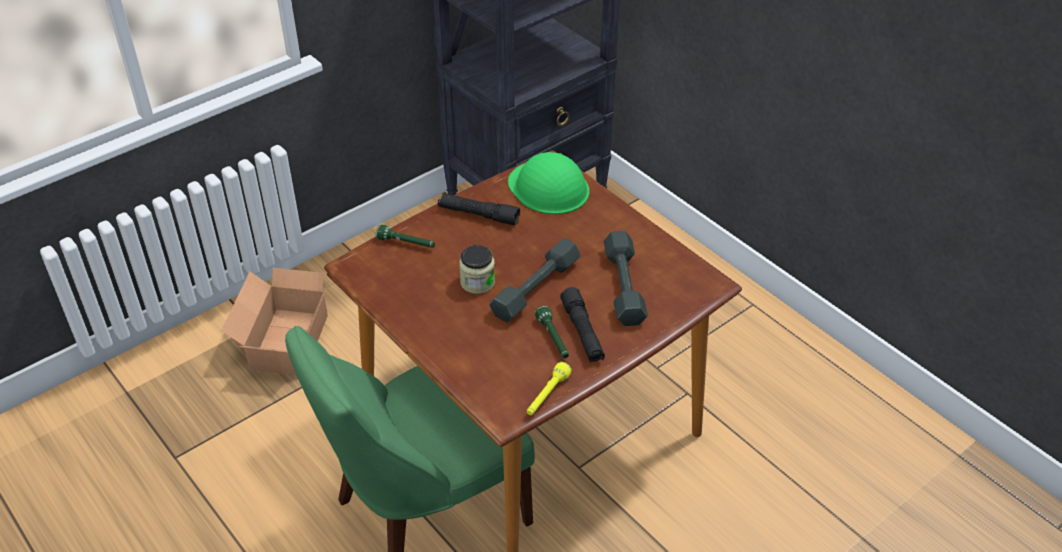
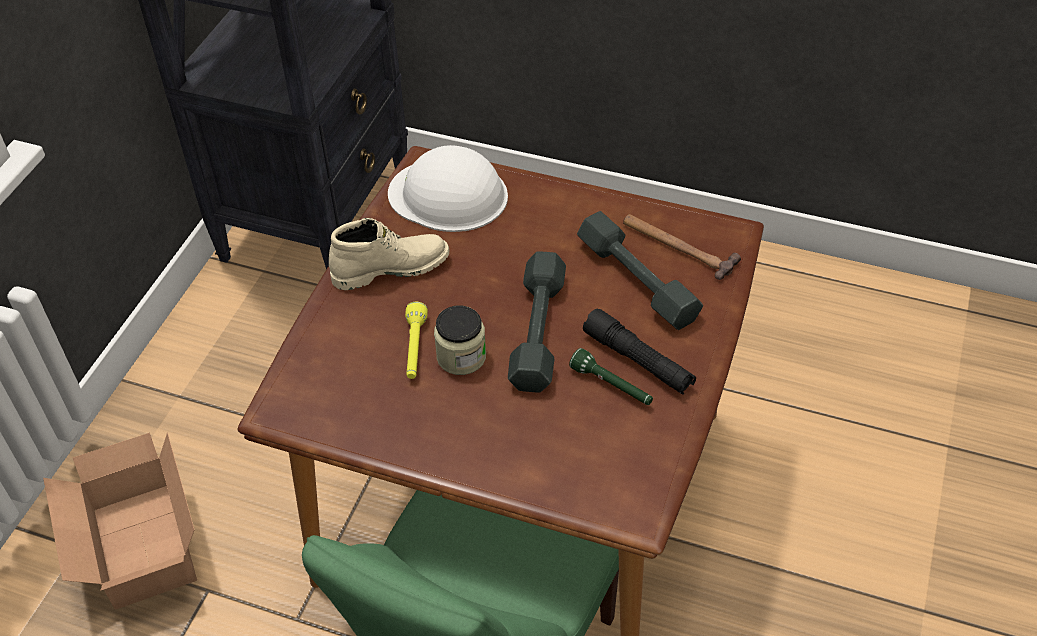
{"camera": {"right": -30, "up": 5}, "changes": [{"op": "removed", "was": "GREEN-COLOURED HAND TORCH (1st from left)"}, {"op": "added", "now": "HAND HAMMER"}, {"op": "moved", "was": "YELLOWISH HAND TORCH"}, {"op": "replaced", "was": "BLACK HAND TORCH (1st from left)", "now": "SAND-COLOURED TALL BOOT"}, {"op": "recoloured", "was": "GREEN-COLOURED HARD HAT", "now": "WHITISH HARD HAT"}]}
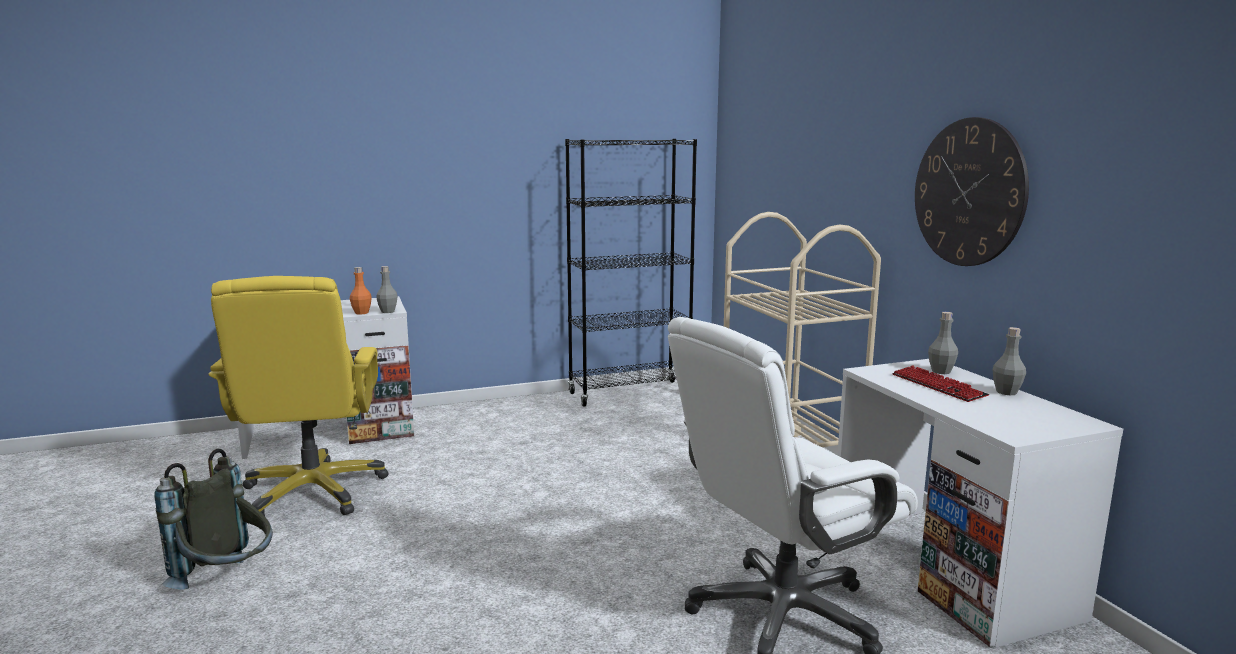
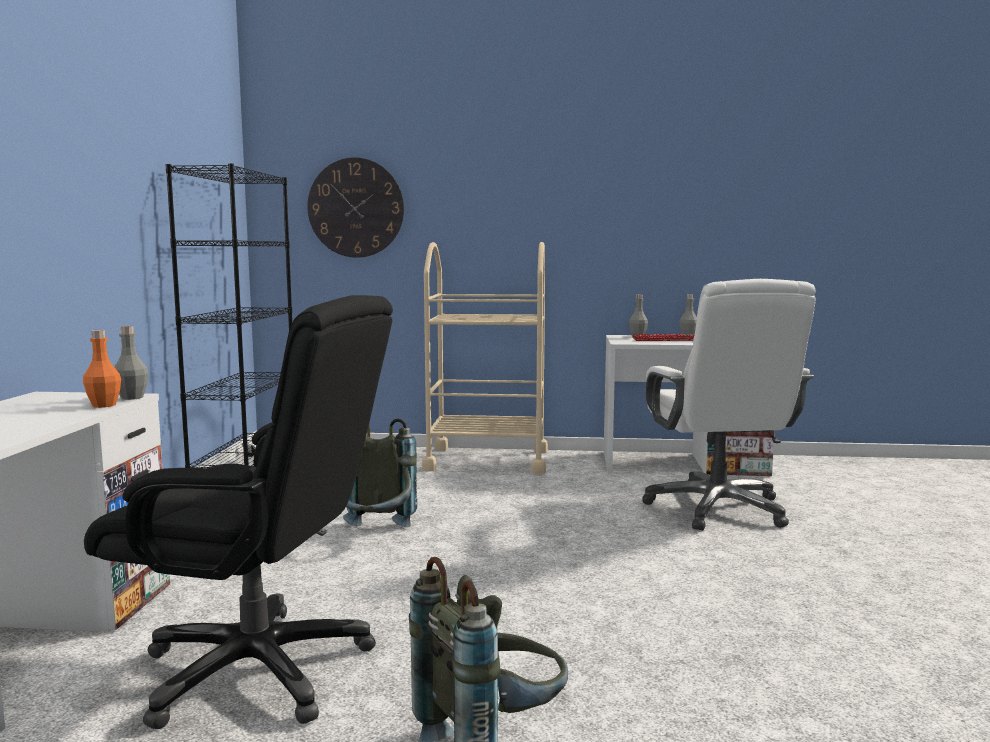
{"camera": {"right": -65, "up": -5}, "changes": [{"op": "added", "now": "GREYISH RUCKSACK (1st from left)"}, {"op": "moved", "was": "CLOCK ON THE WALL"}, {"op": "recoloured", "was": "YELLOWISH DESK CHAIR", "now": "BLACK DESK CHAIR"}]}
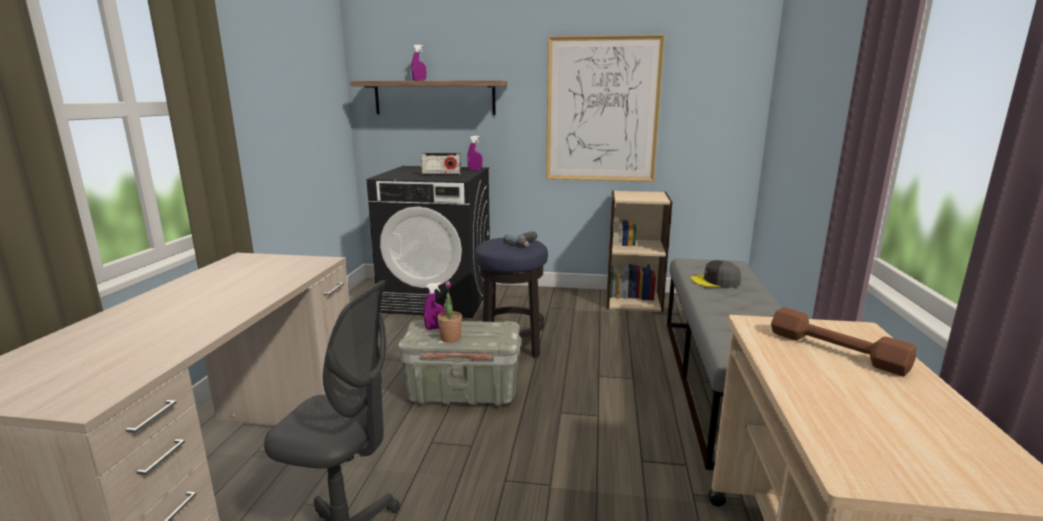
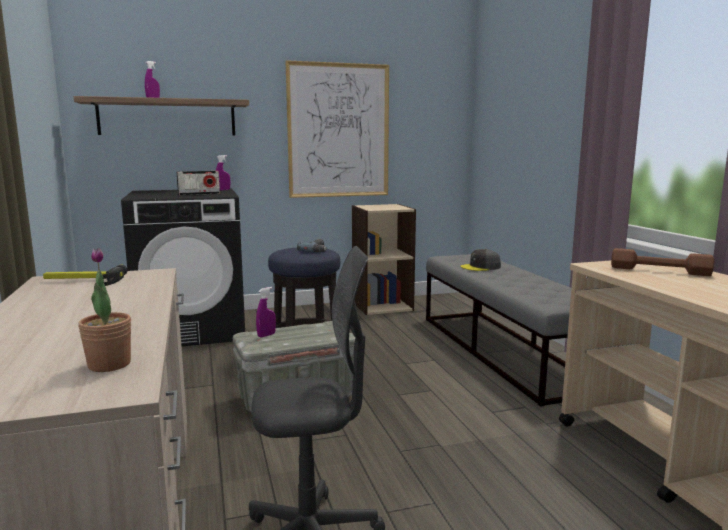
{"camera": {"right": -25, "up": -5}, "changes": [{"op": "added", "now": "HAND HAMMER"}, {"op": "moved", "was": "POTTED PLANT"}]}
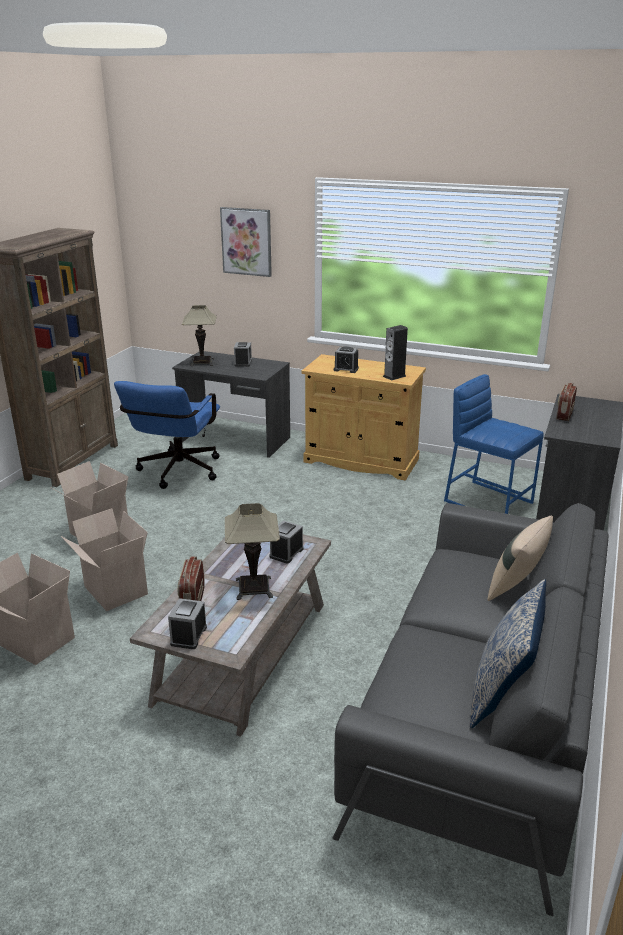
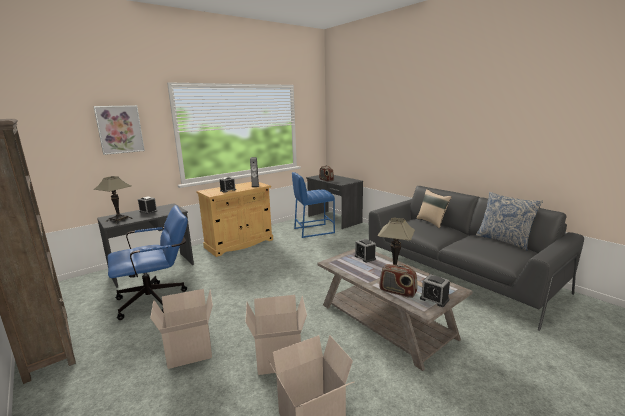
{"camera": {"right": -60, "up": -10}, "changes": [{"op": "turned", "was": "BLUISH DESK CHAIR", "clockwise": -75}]}
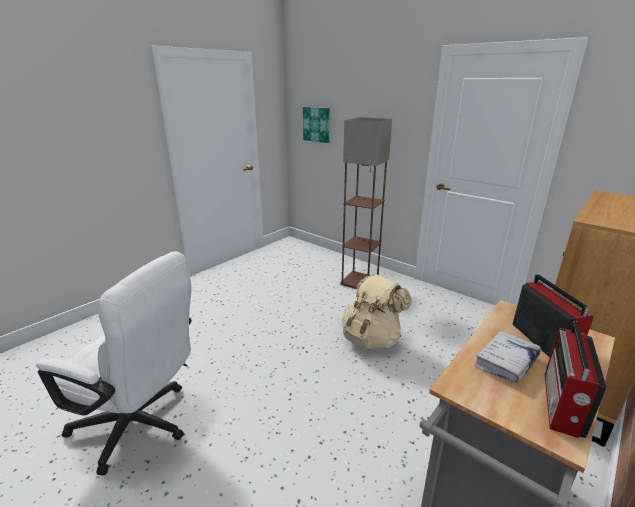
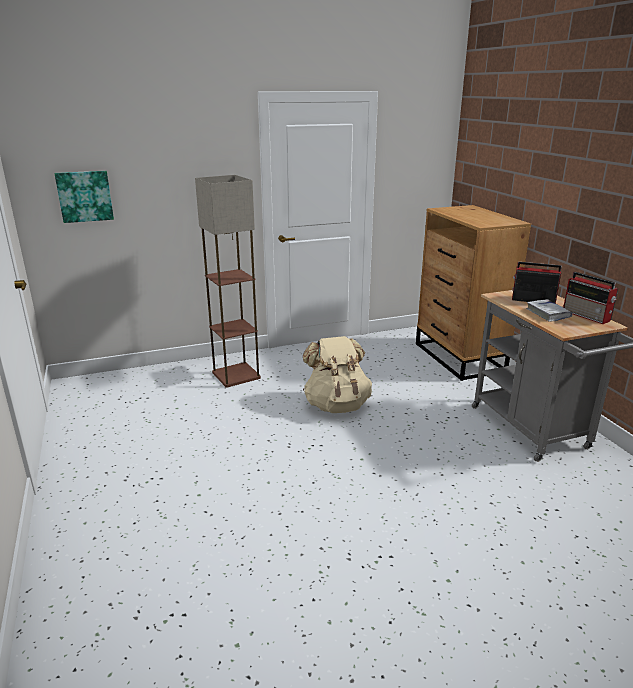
{"camera": {"right": -60, "up": 0}, "changes": [{"op": "removed", "was": "WHITISH DESK CHAIR"}]}
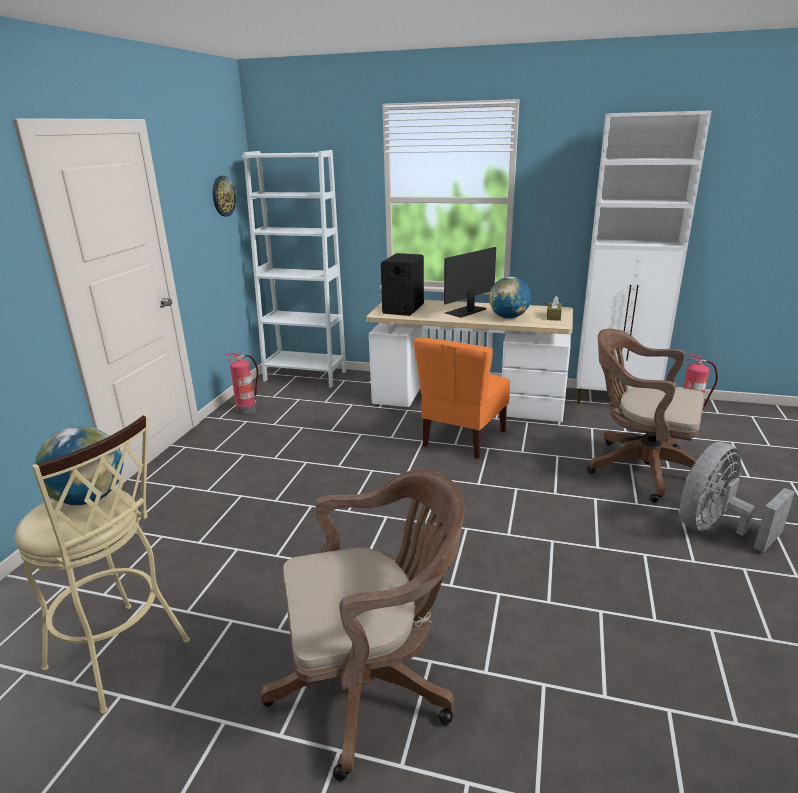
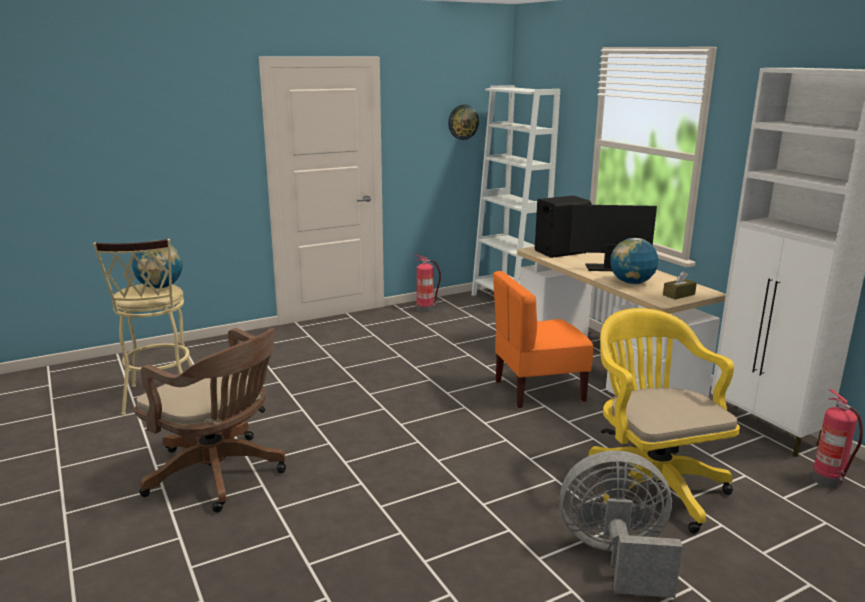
{"camera": {"right": 45, "up": -5}, "changes": [{"op": "recoloured", "was": "BROWNISH DESK CHAIR (2nd from left)", "now": "YELLOWISH DESK CHAIR"}]}
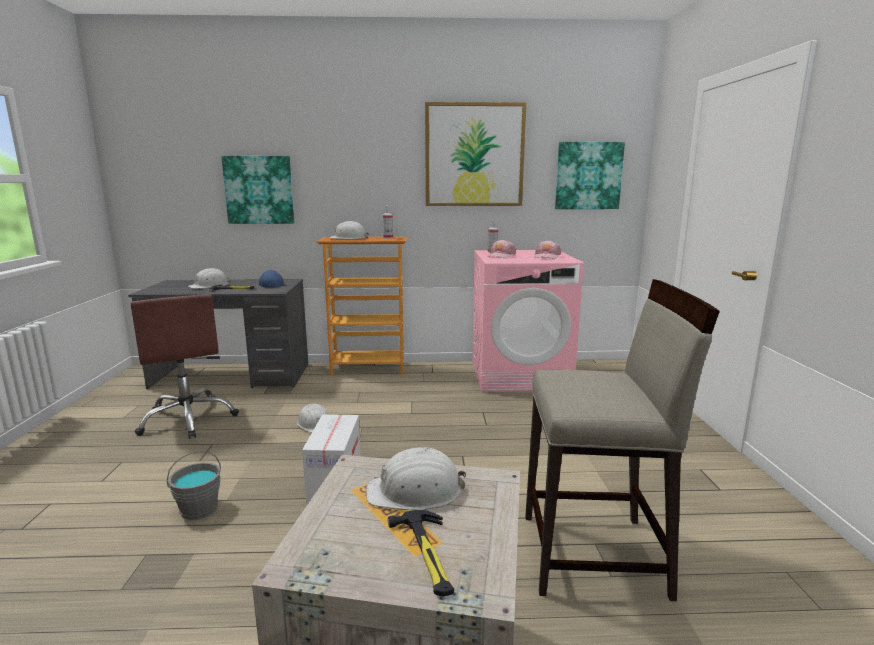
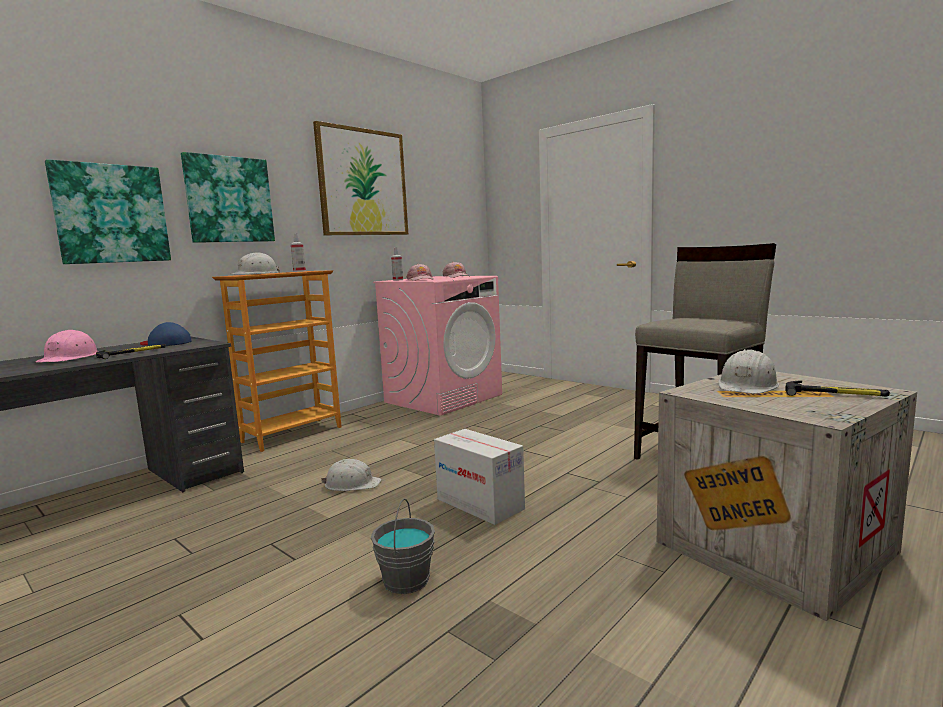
{"camera": {"right": -45, "up": -5}, "changes": [{"op": "removed", "was": "BROWNISH DESK CHAIR"}, {"op": "moved", "was": "WALL PICTURE (3rd from left in the first image)", "now": "WALL PICTURE (2nd from left)"}, {"op": "recoloured", "was": "WHITISH HARD HAT (1st from left)", "now": "PINKISH HARD HAT"}]}
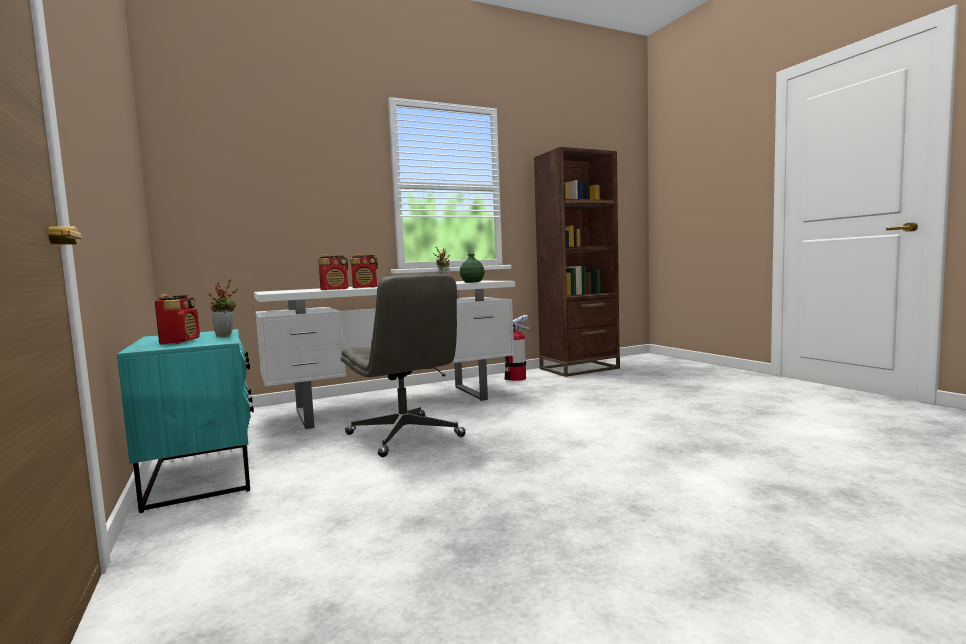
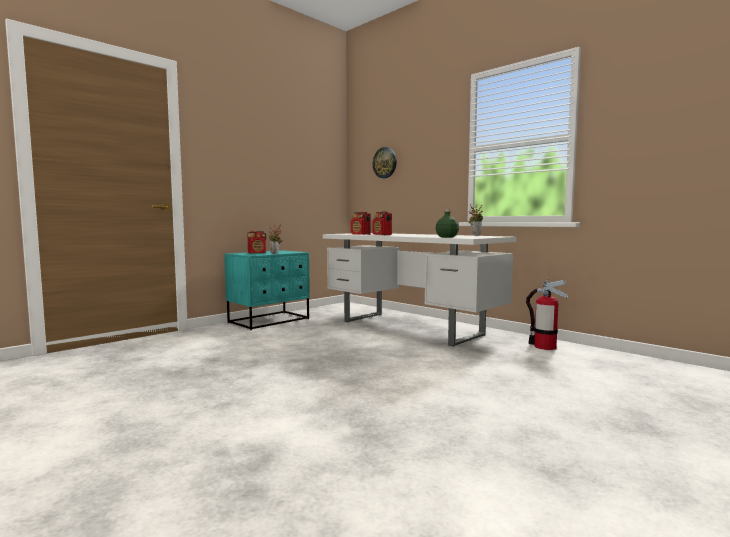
{"camera": {"right": 70, "up": 0}, "changes": [{"op": "removed", "was": "GREYISH DESK CHAIR"}, {"op": "removed", "was": "BROWNISH SHELVING UNIT"}, {"op": "added", "now": "CLOCK ON THE WALL"}]}
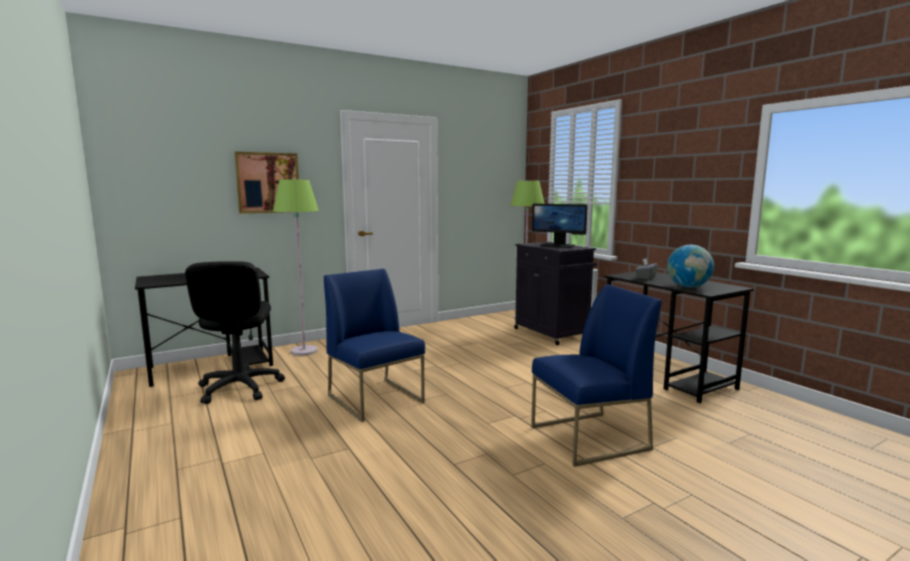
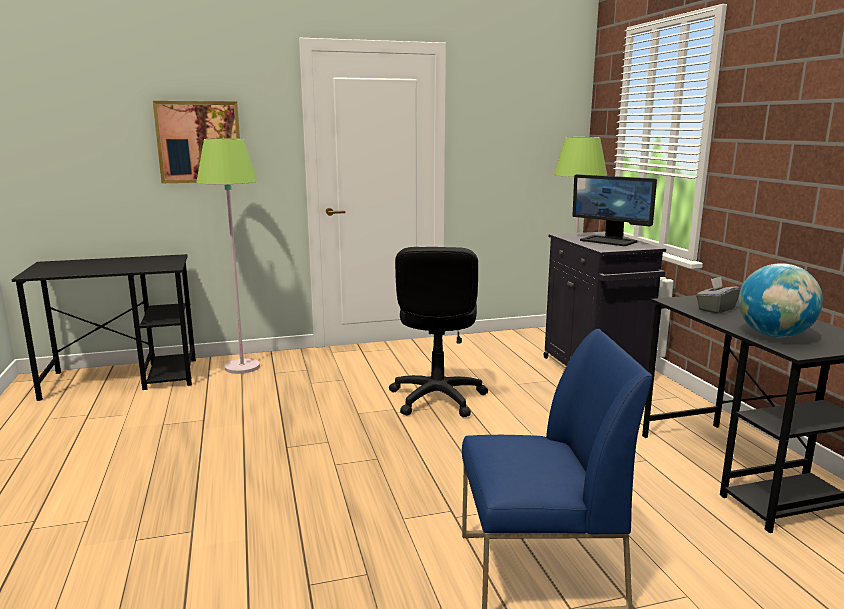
{"camera": {"right": 15, "up": 5}, "changes": [{"op": "removed", "was": "BLUISH CHAIR (1st from left)"}, {"op": "moved", "was": "BLACK DESK CHAIR"}]}
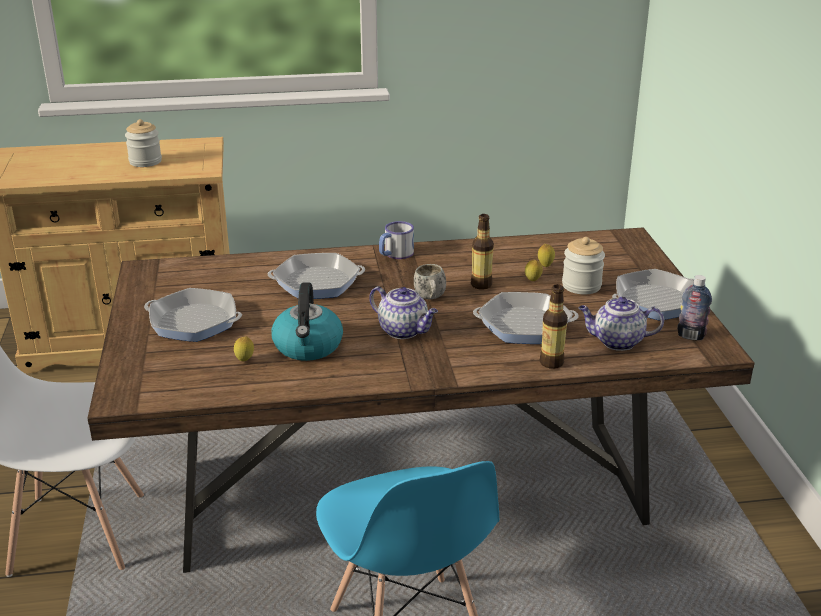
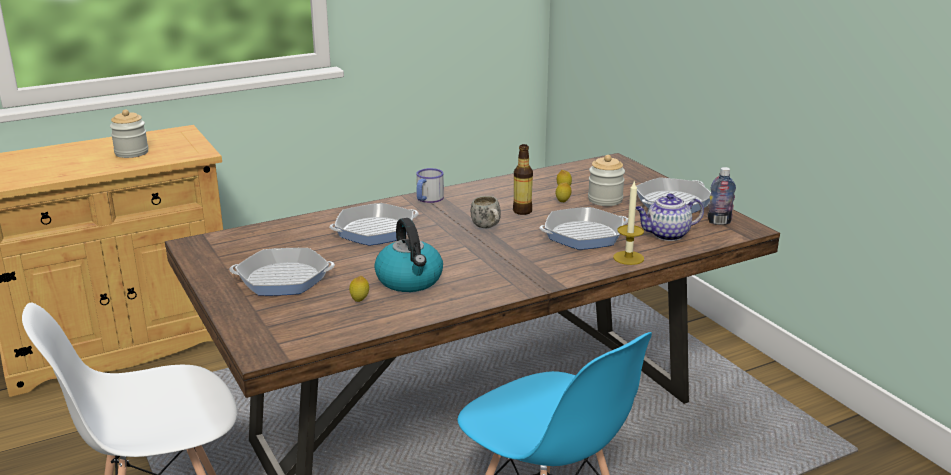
{"camera": {"right": -20, "up": -5}, "changes": [{"op": "removed", "was": "POT FOR TEA (1st from left)"}, {"op": "replaced", "was": "DRINK BOTTLE (2nd from left)", "now": "CANDLE"}]}
